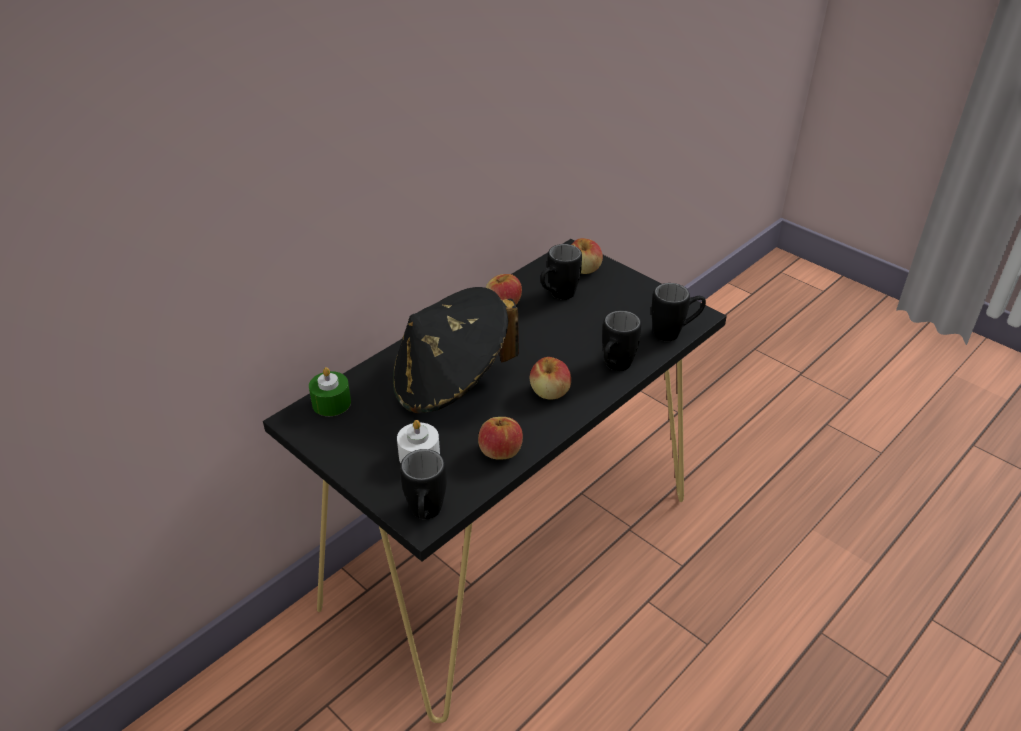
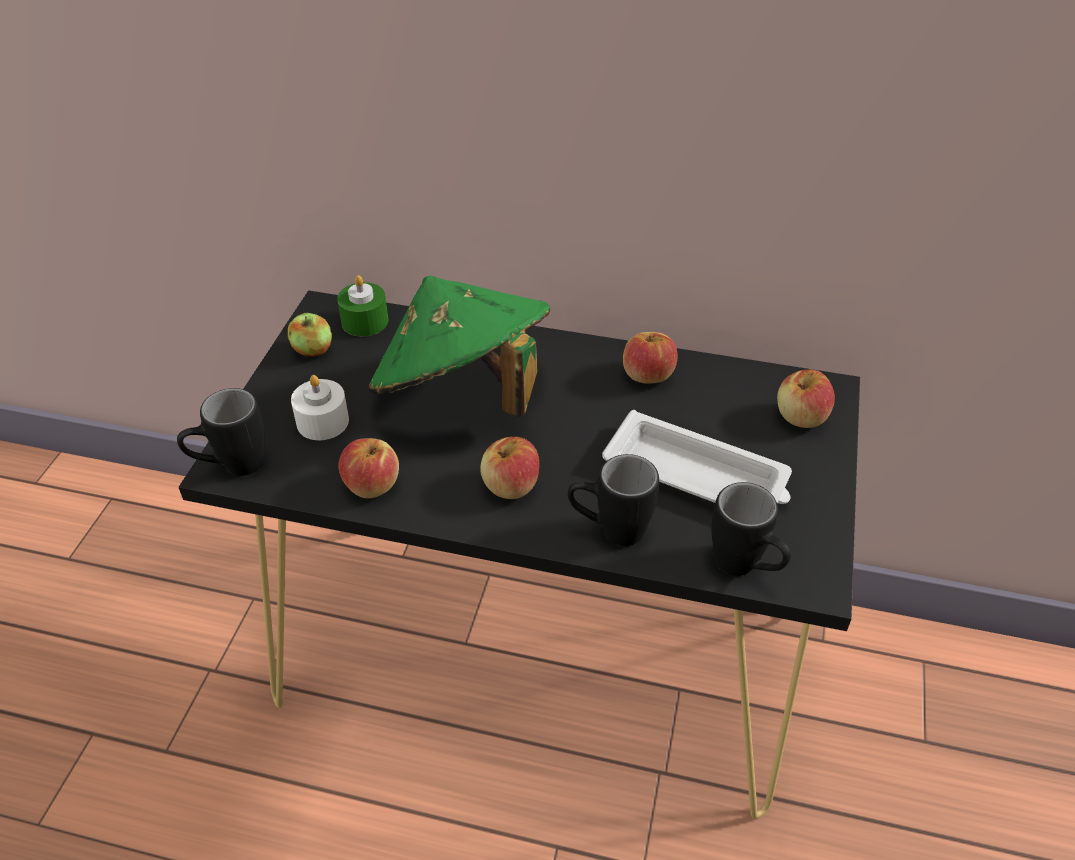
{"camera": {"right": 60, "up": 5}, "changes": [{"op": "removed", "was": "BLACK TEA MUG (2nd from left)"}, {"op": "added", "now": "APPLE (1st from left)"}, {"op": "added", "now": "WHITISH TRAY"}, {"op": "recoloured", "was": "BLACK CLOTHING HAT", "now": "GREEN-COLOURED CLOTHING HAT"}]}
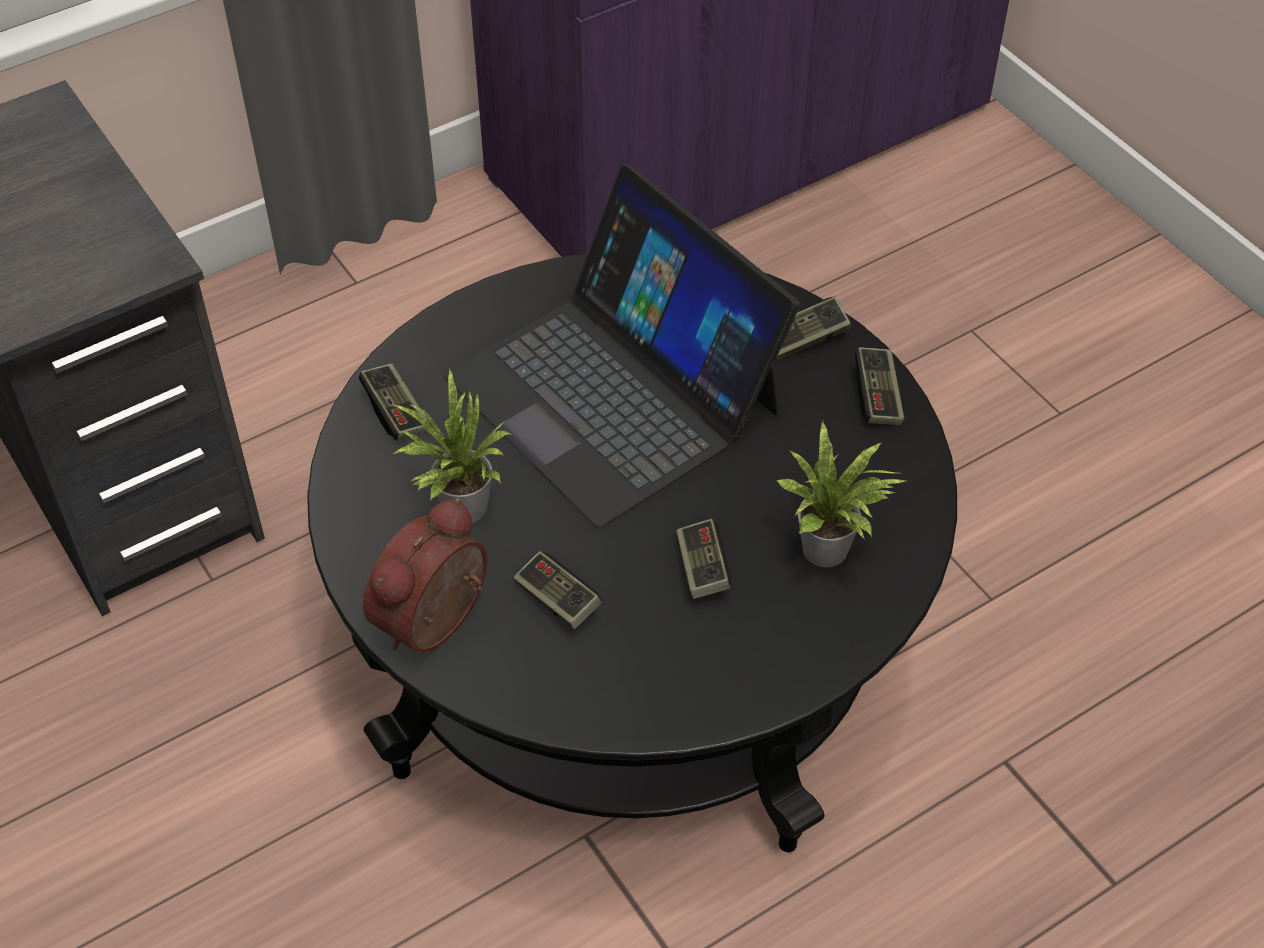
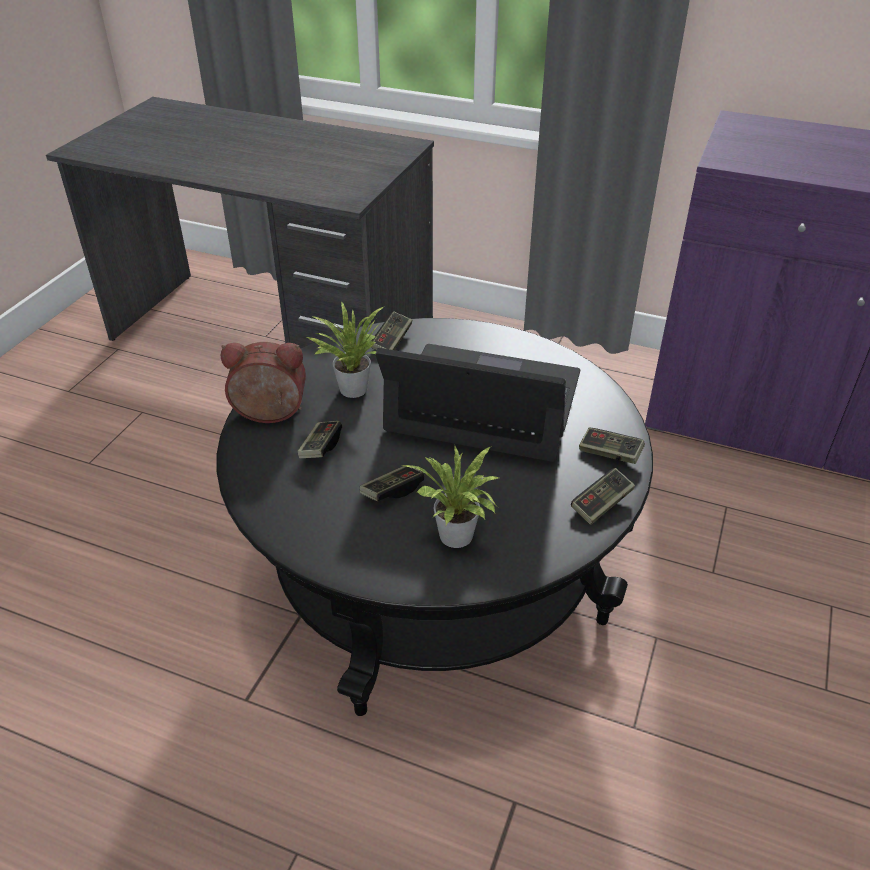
{"camera": {"right": 55, "up": -10}, "changes": [{"op": "turned", "was": "NOTEBOOK COMPUTER", "clockwise": 90}]}
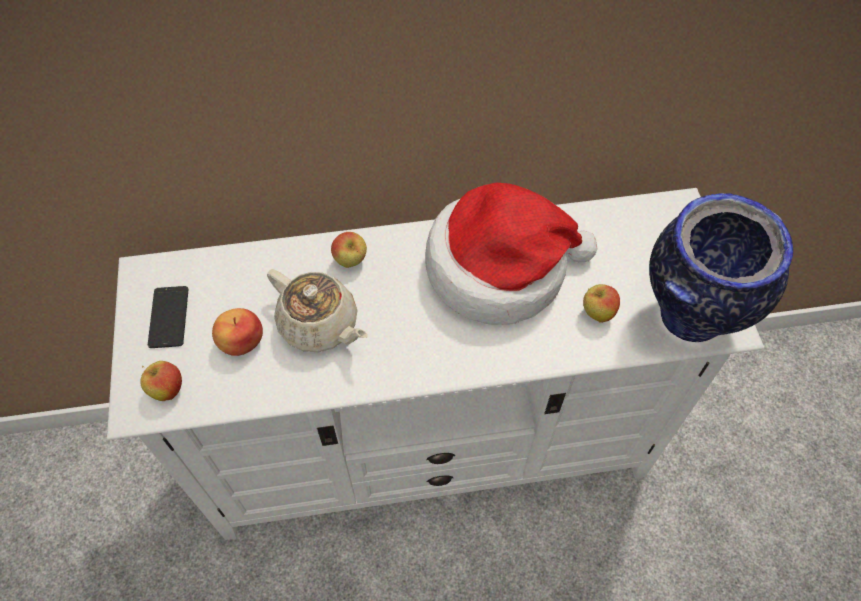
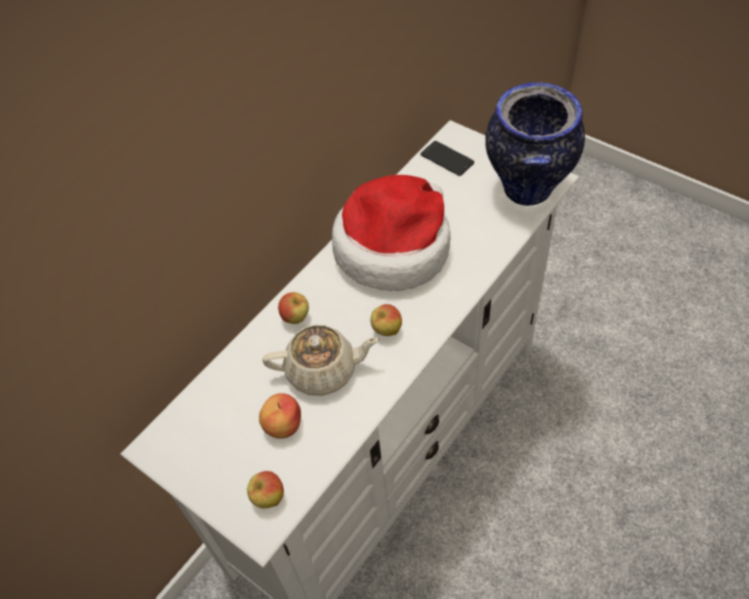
{"camera": {"right": -40, "up": -5}, "changes": [{"op": "moved", "was": "TELEPHONE"}, {"op": "moved", "was": "APPLE (4th from left)"}]}
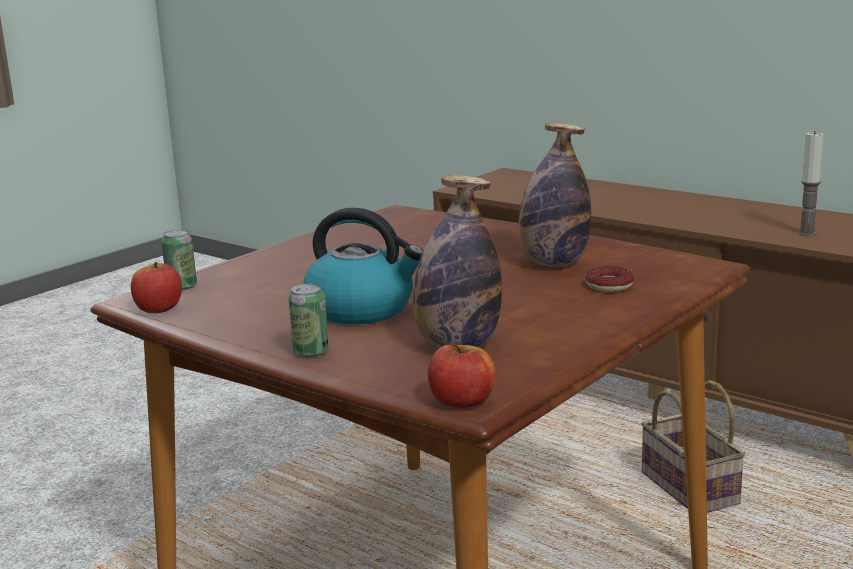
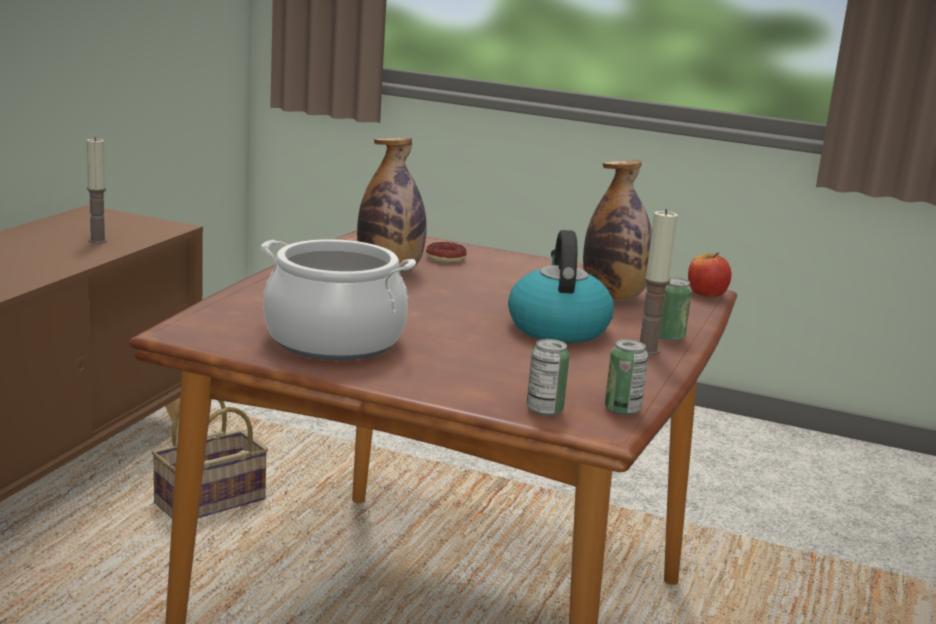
{"camera": {"right": -110, "up": 0}, "changes": [{"op": "added", "now": "SAUCEPOT"}, {"op": "added", "now": "CANDLE (2nd from left)"}, {"op": "replaced", "was": "APPLE (1st from left)", "now": "SEALED CAN (2nd from left)"}]}
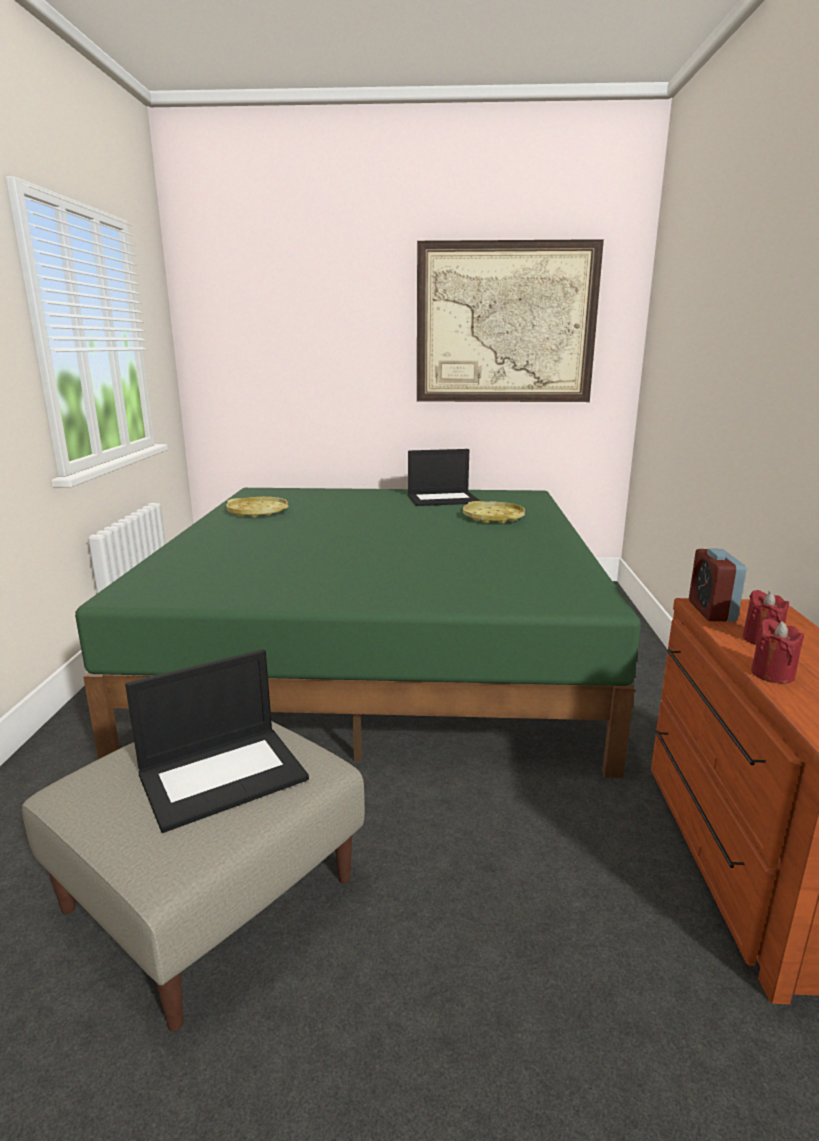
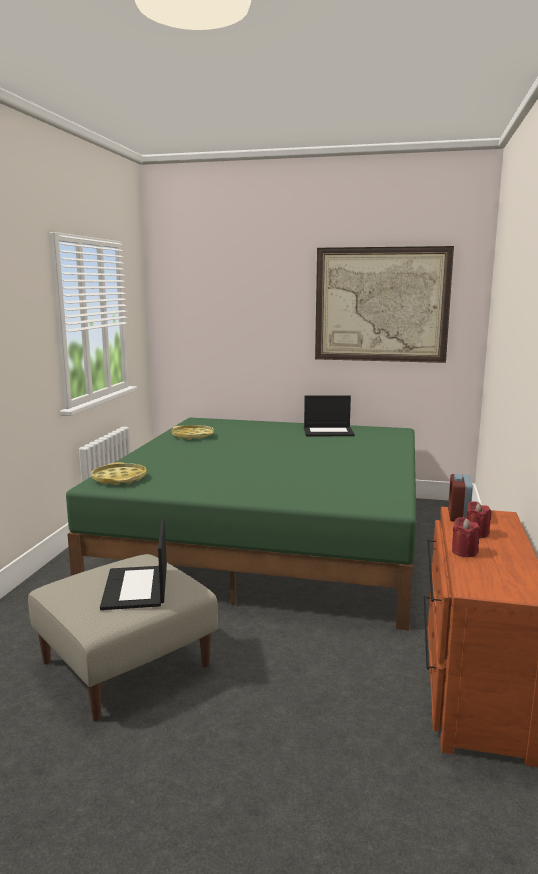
{"camera": {"right": 10, "up": -5}, "changes": [{"op": "moved", "was": "YELLOWISH TRAY (2nd from left in the first image)", "now": "YELLOWISH TRAY (1st from left)"}, {"op": "turned", "was": "NOTEBOOK COMPUTER (1st from left)", "clockwise": 105}]}
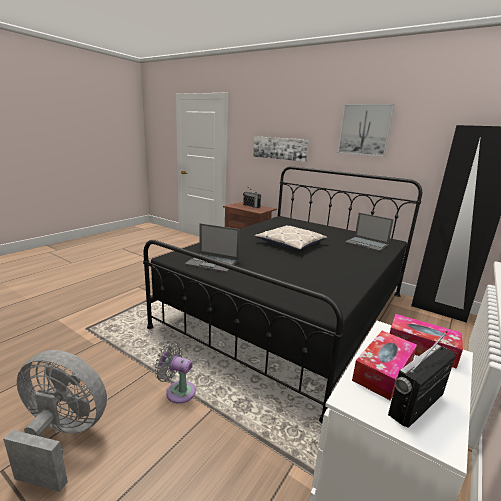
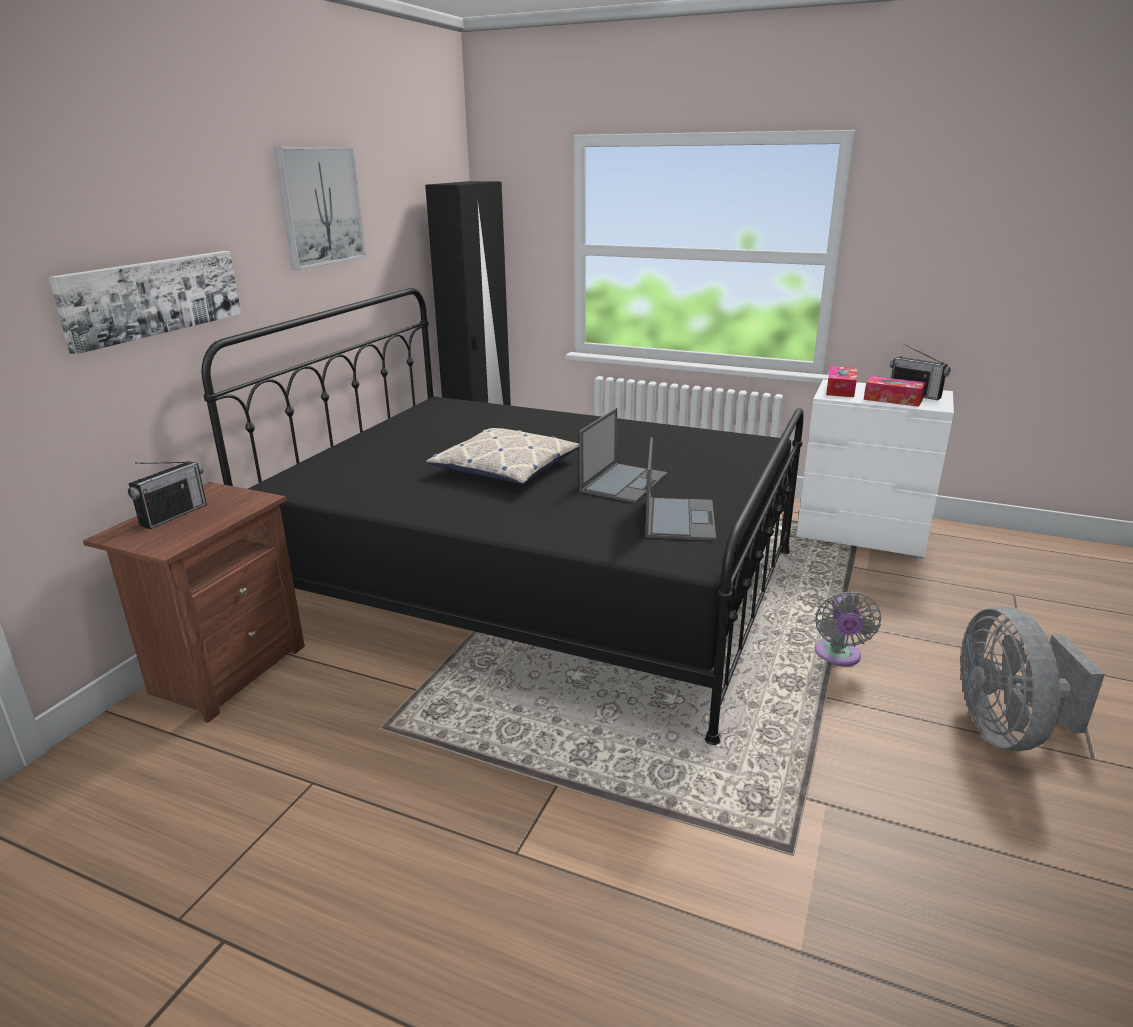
{"camera": {"right": -100, "up": 5}, "changes": [{"op": "moved", "was": "NOTEBOOK COMPUTER (2nd from left in the first image)", "now": "NOTEBOOK COMPUTER (1st from left)"}]}
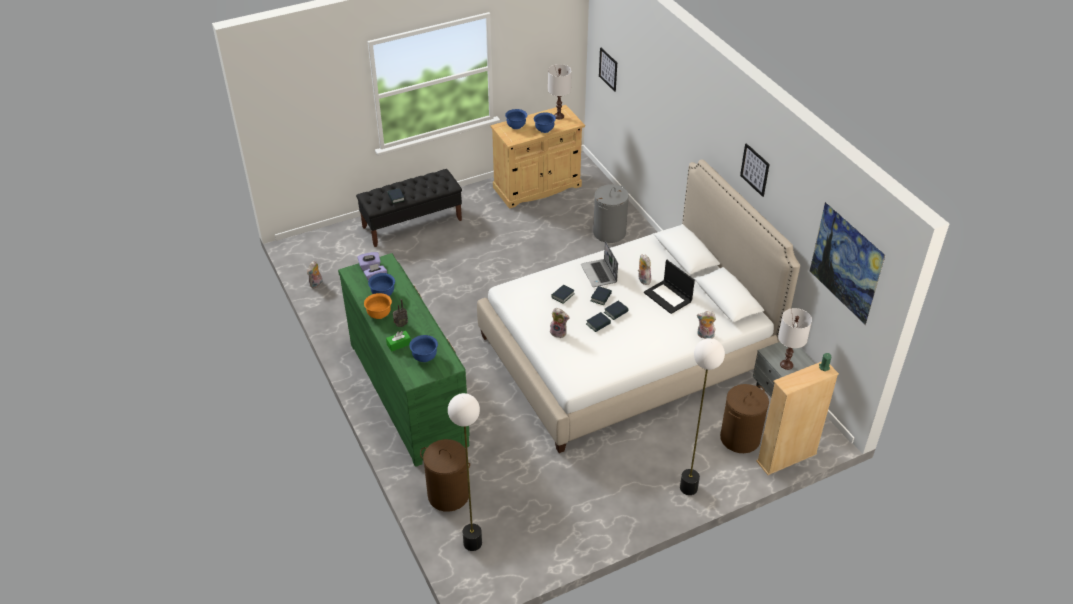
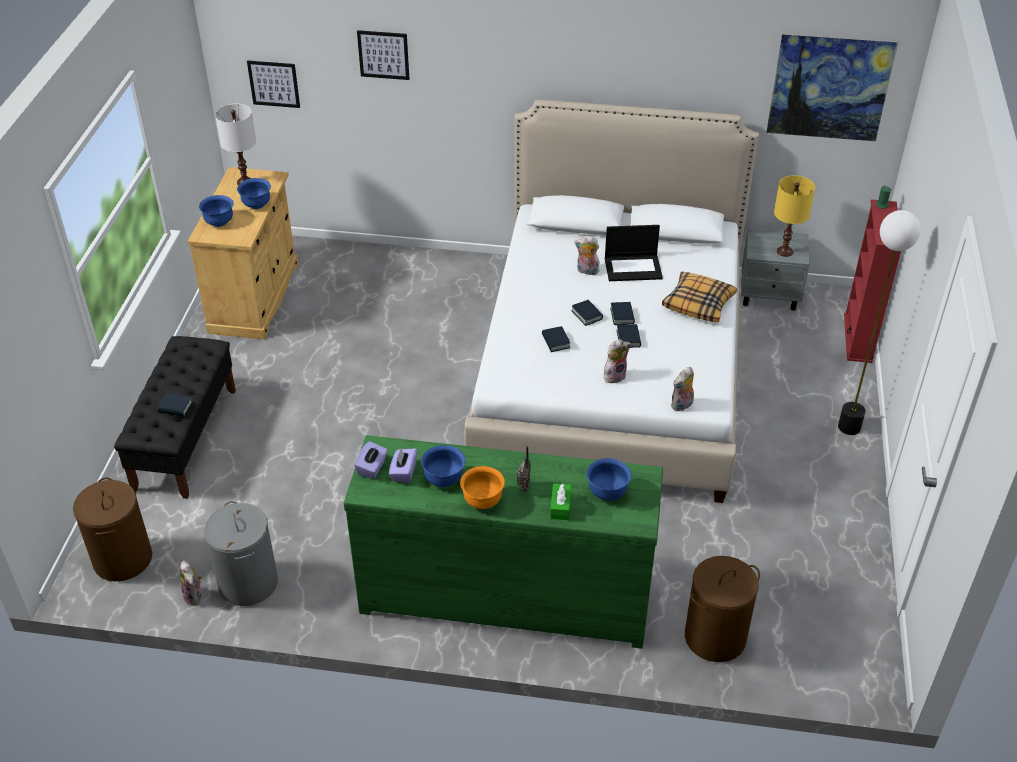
{"camera": {"right": -55, "up": 0}, "changes": [{"op": "removed", "was": "FLOOR LAMP (1st from left)"}, {"op": "removed", "was": "NOTEBOOK COMPUTER (1st from left)"}, {"op": "added", "now": "THROW PILLOW"}, {"op": "moved", "was": "GREYISH LAUNDRY BASKET"}, {"op": "moved", "was": "CUDDLY TOY (4th from left)"}, {"op": "moved", "was": "BROWNISH LAUNDRY BASKET (2nd from left in the first image)", "now": "BROWNISH LAUNDRY BASKET (1st from left)"}, {"op": "moved", "was": "WALL PICTURE (2nd from left)"}, {"op": "recoloured", "was": "SAND-COLOURED SHELVING UNIT", "now": "RED SHELVING UNIT"}, {"op": "recoloured", "was": "WHITISH LAMP FOR A TABLE (2nd from left)", "now": "YELLOWISH LAMP FOR A TABLE"}]}
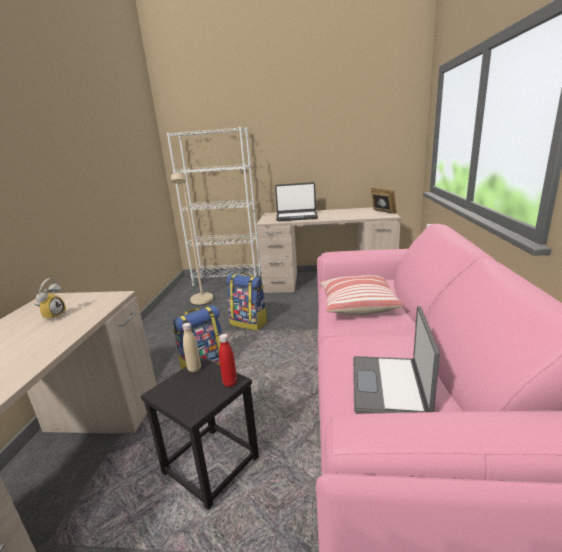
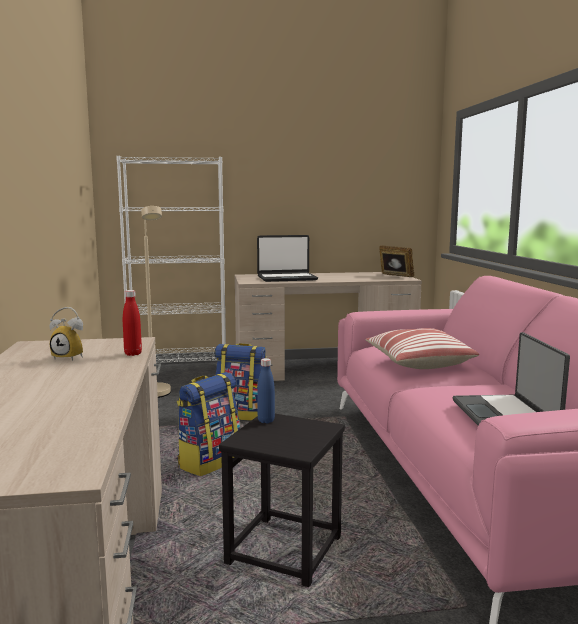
{"camera": {"right": -15, "up": -10}, "changes": [{"op": "moved", "was": "RED DRINK BOTTLE"}, {"op": "recoloured", "was": "SAND-COLOURED DRINK BOTTLE", "now": "BLUISH DRINK BOTTLE"}, {"op": "turned", "was": "ALARM CLOCK", "clockwise": 105}]}
